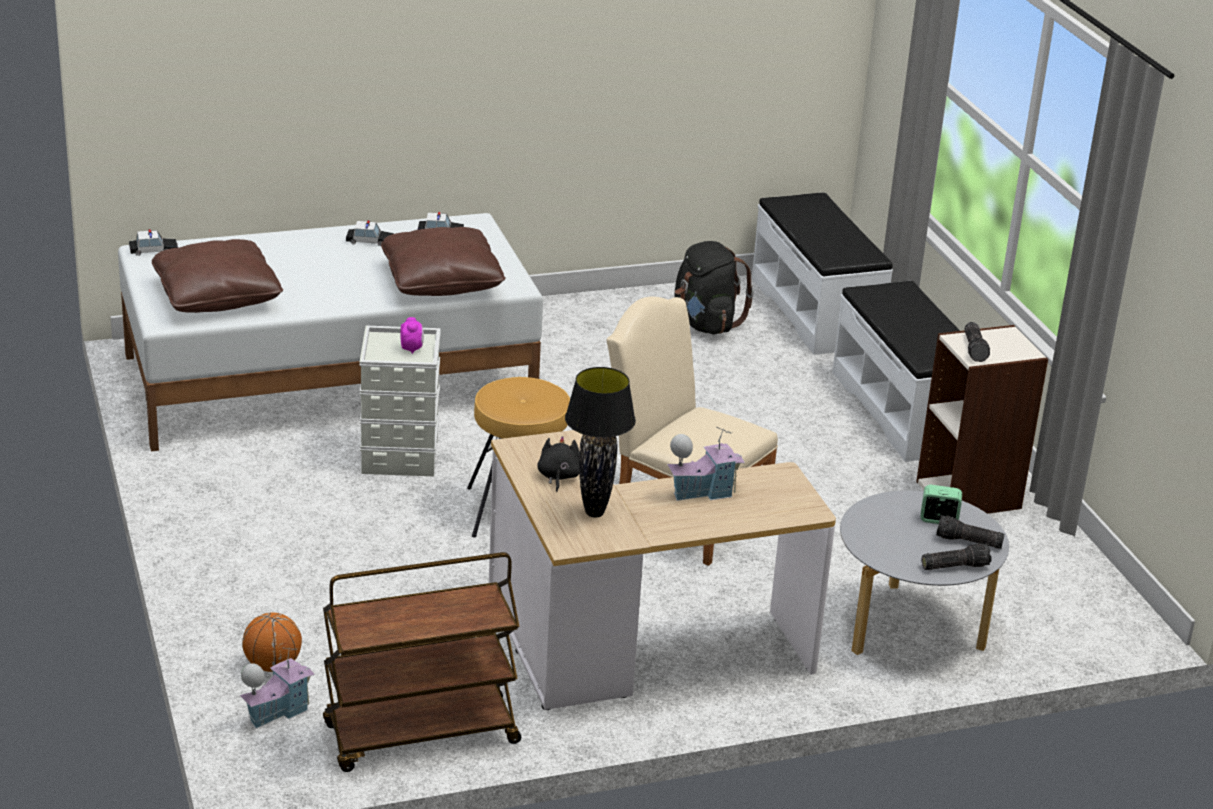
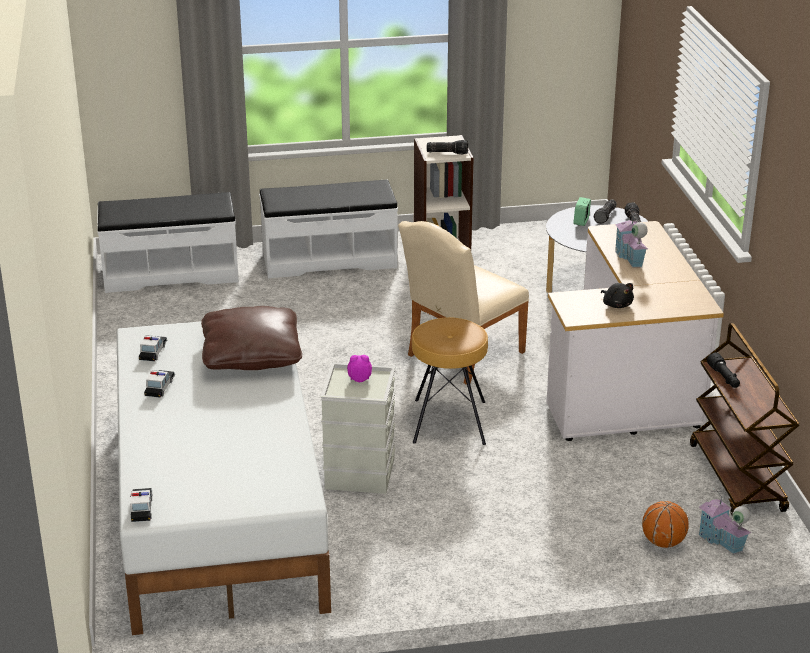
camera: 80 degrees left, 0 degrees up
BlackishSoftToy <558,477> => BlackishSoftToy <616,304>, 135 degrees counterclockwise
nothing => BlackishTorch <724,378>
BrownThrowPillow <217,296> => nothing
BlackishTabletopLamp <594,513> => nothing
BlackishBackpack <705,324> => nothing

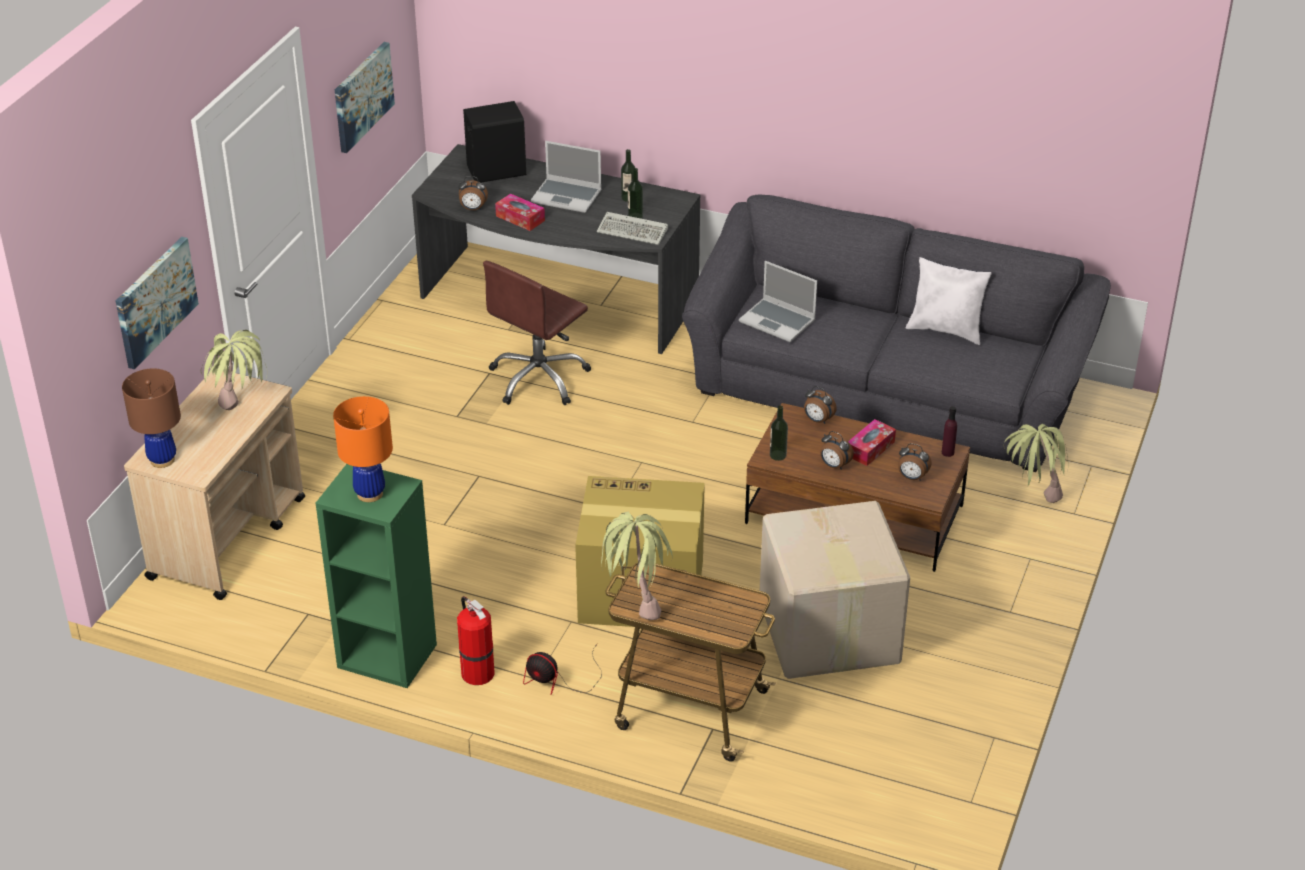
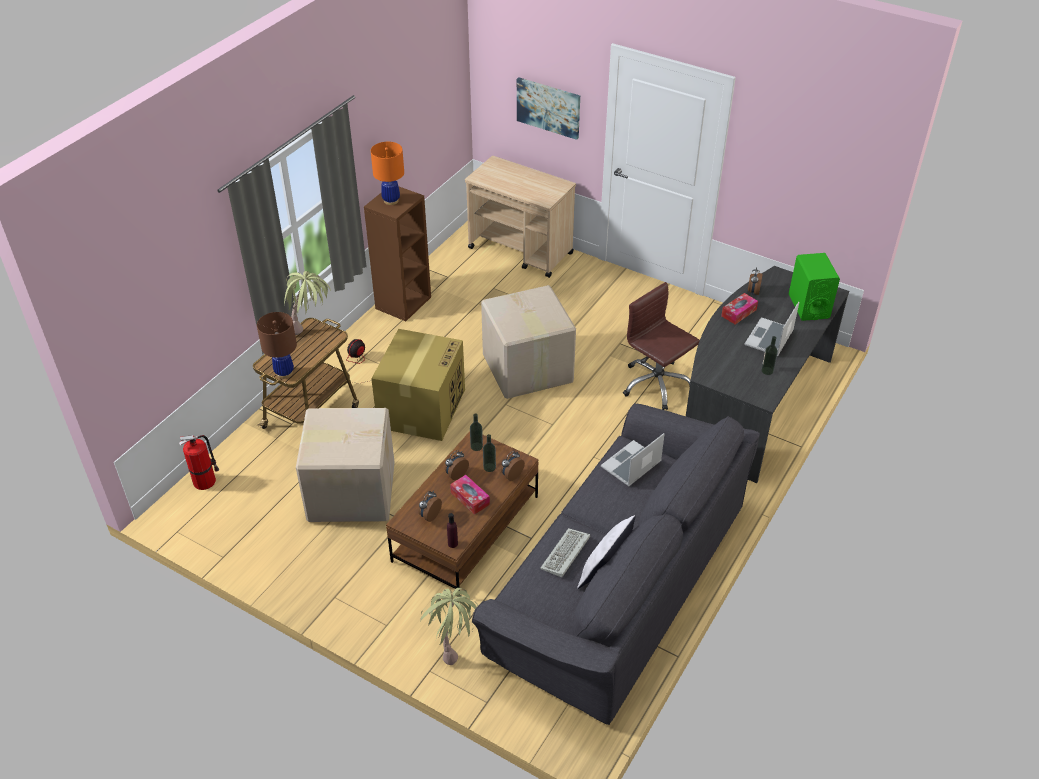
camera: 100 degrees right, 5 degrees up
FireFightingCylinder <476,672> => FireFightingCylinder <205,481>, move
BrownTabletopLamp <162,460> => BrownTabletopLamp <284,373>, move
GreenColouredShelvingUnit <385,656> => BrownShelvingUnit <403,302>
nothing => Carton <527,369>
DrinkBottle <635,216> => DrinkBottle <489,467>, move
Keyboard <634,231> => Keyboard <565,555>, move
BlackishAudioSpeaker <496,170> => GreenColouredAudioSpeaker <808,306>
PlantInAPot <242,416> => nothing
Picture <362,96> => nothing

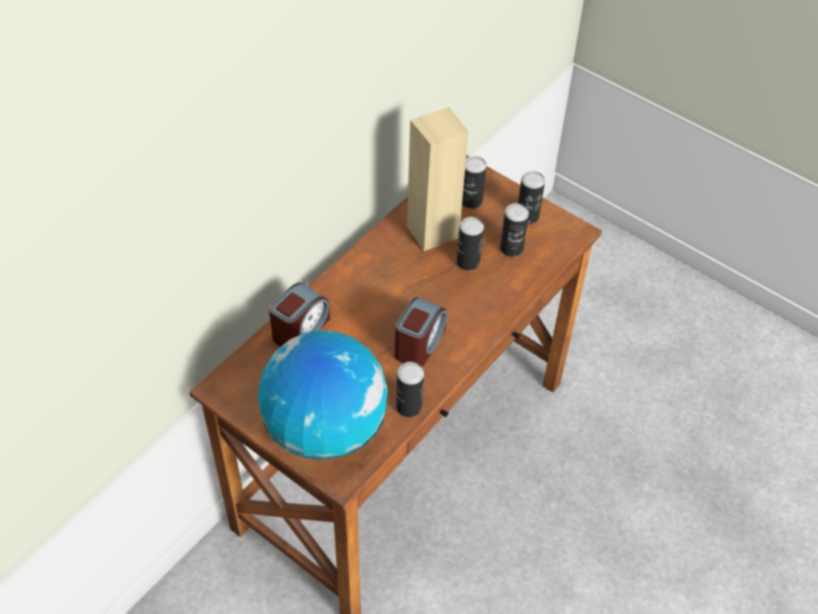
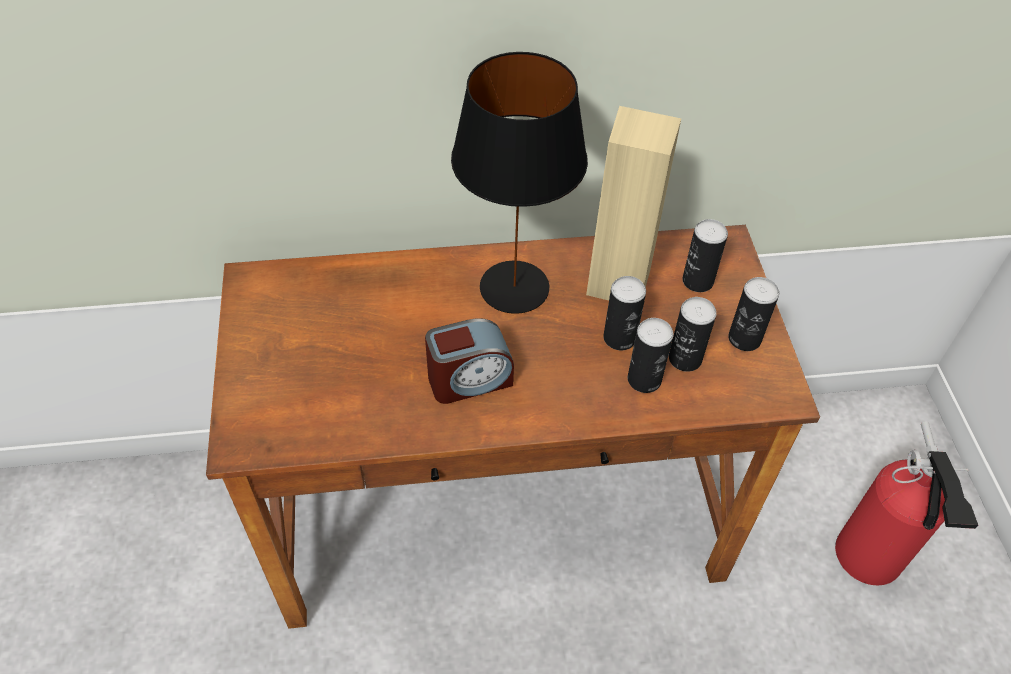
camera: 45 degrees right, 0 degrees up
nothing => BlackishTabletopLamp <514,286>
MetalCan <409,406> => MetalCan <644,379>, move
nothing => FireFightingCylinder <870,561>
DeskGlobe <325,428> => nothing
AlarmClock <300,329> => nothing

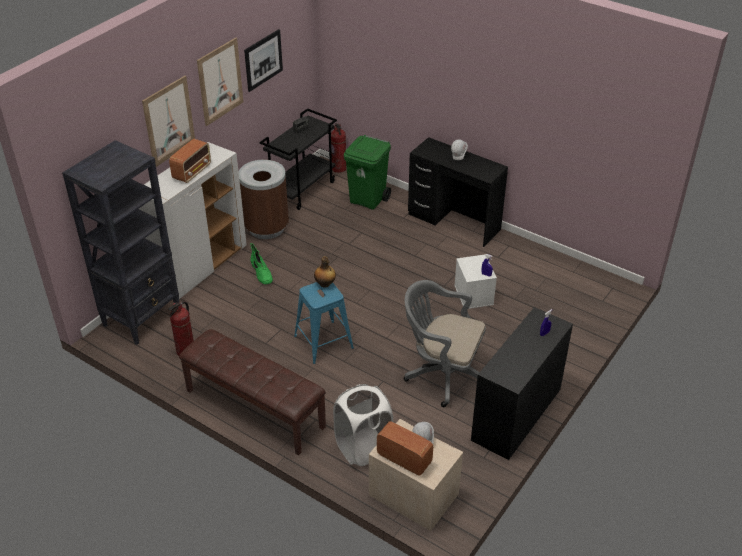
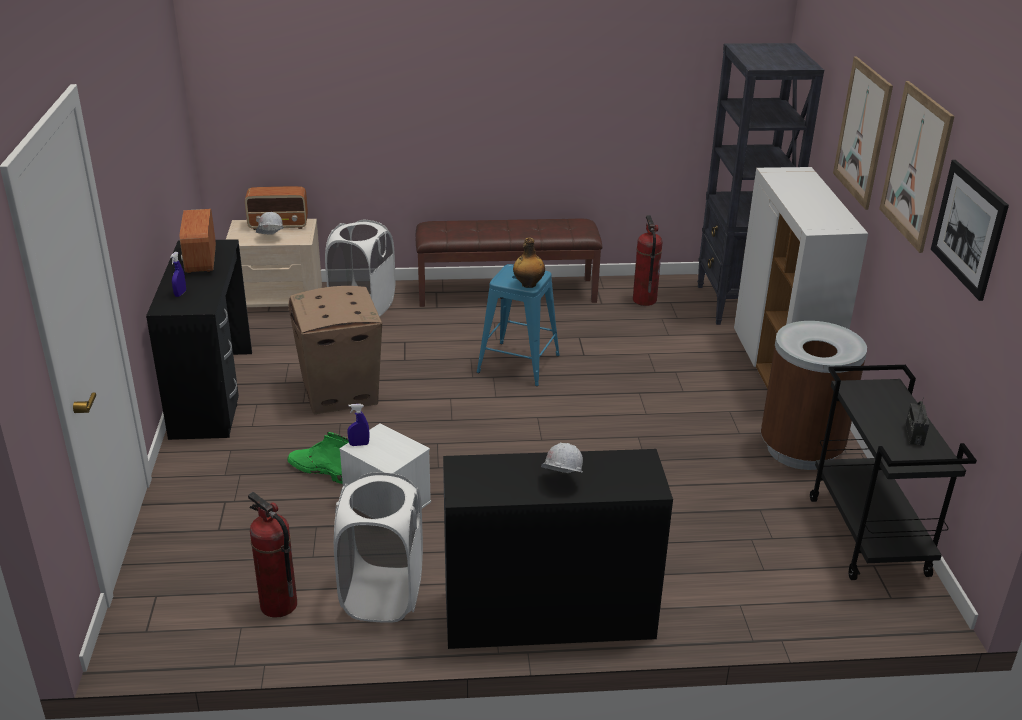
camera: 140 degrees right, 10 degrees down
Radio <192,172> => Radio <200,261>, move
FireFightingCylinder <339,168> => FireFightingCylinder <278,605>, move
GreenColouredTallBoot <262,273> => GreenColouredTallBoot <321,470>, move
GrayOfficeChair <442,374> => Carton <340,393>
nothing => WhiteWashingBasket <382,594>
GreenColouredRubbishBin <368,200> => nothing

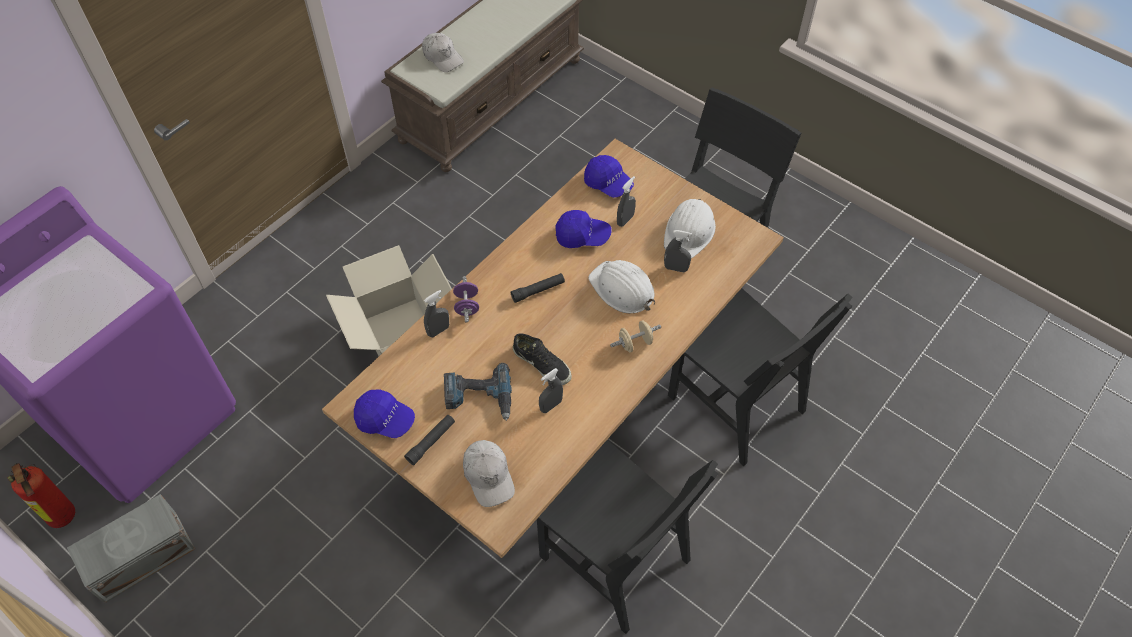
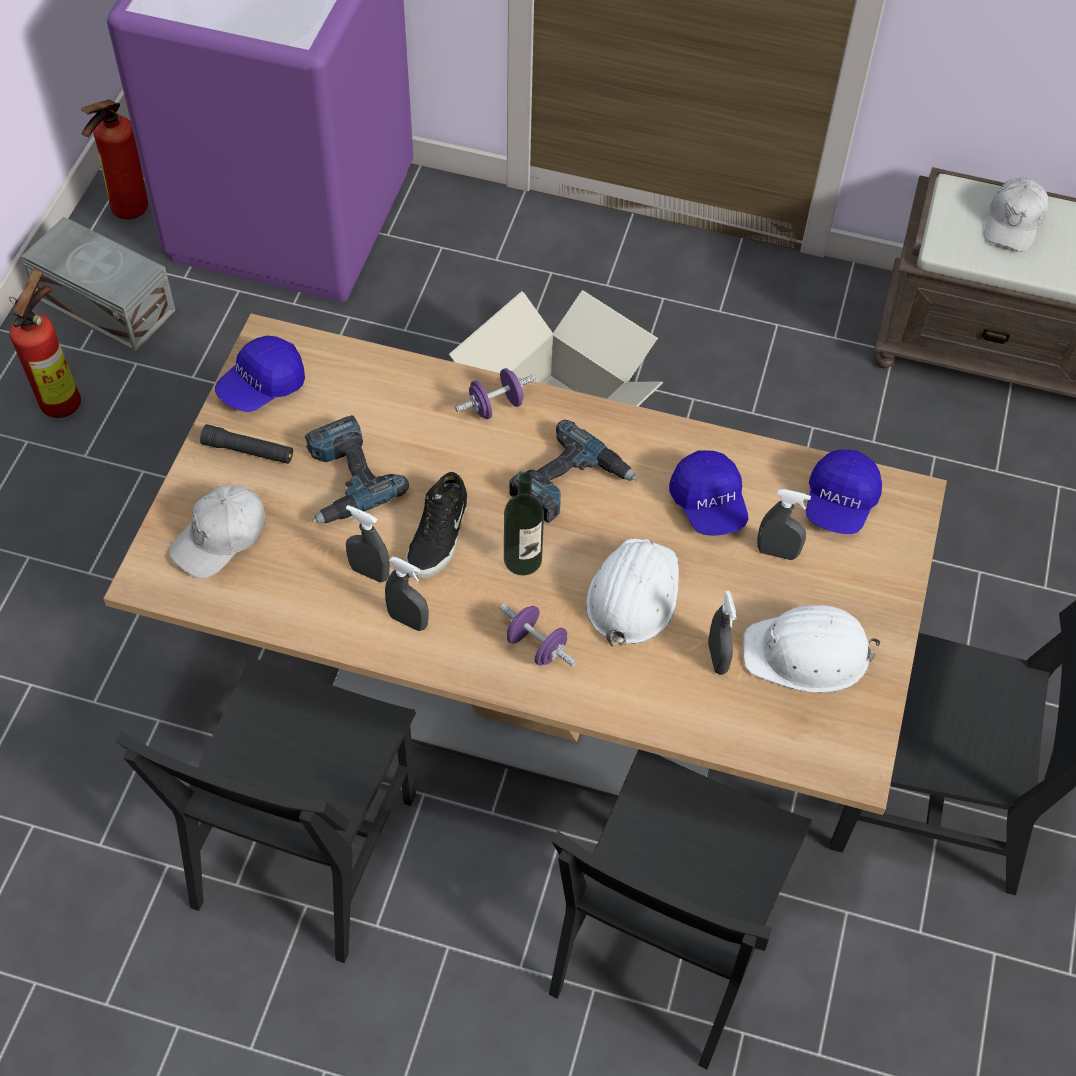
camera: 65 degrees right, 0 degrees up
nothing => FireFightingCylinder <65,400>
BluishBaseballCap <385,419> => BluishBaseballCap <262,386>, 45 degrees clockwise
GraySprayBottle <438,330> => GraySprayBottle <408,620>, move
BeigeHandWeight <635,343> => PurpleHandWeight <536,646>
nothing => DrinkBottle <522,560>
BlackishTorch <538,290> => Drill <570,483>

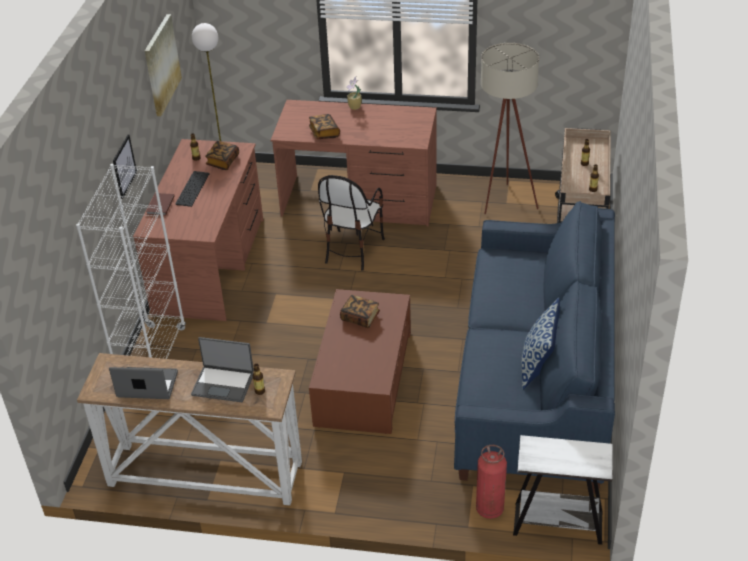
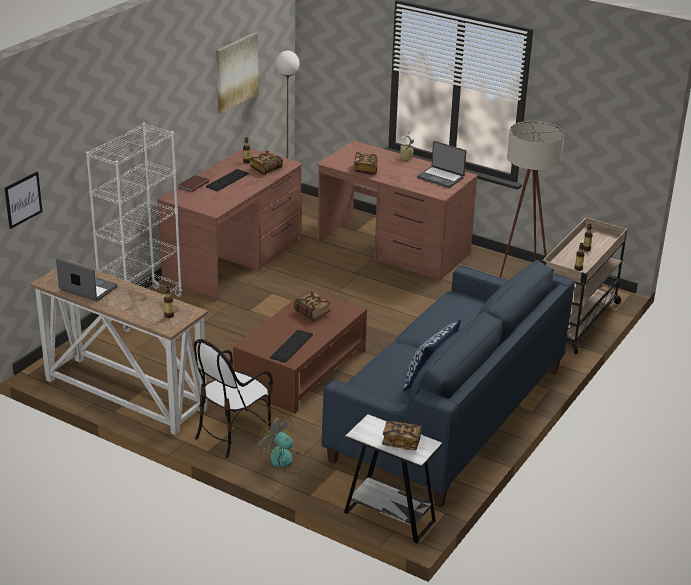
camera: 20 degrees right, 10 degrees down
Picture <124,166> => Picture <23,199>, move
PlainChair <352,249> => PlainChair <233,434>, move
nothing => Fan <286,461>
nothing => Keyboard <292,346>
nothing => BoundBook <401,442>
Laptop <223,384> => Laptop <441,177>, move
FireFightingCylinder <489,509> => nothing

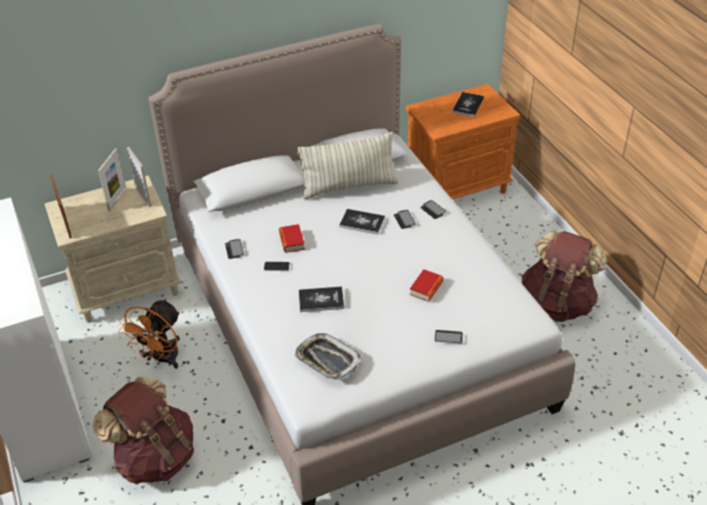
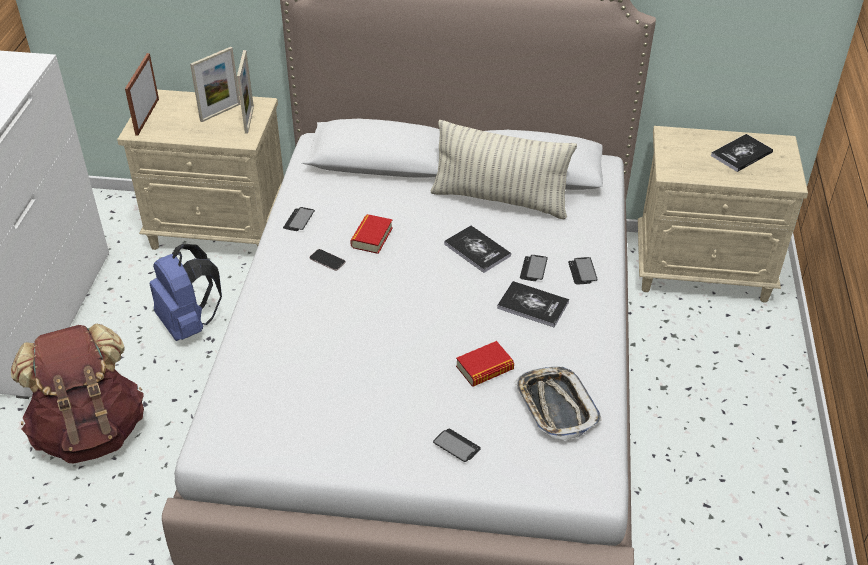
camera: 30 degrees right, 0 degrees up
OrangeColouredFan <162,359> => BluishBackpack <189,324>
BoundBook <321,300> => BoundBook <533,305>, move
Tray <327,360> => Tray <555,406>, move
OrangeColouredNightTable <457,188> => BeigeNightTable <703,270>
BrownBackpack <557,303> => nothing

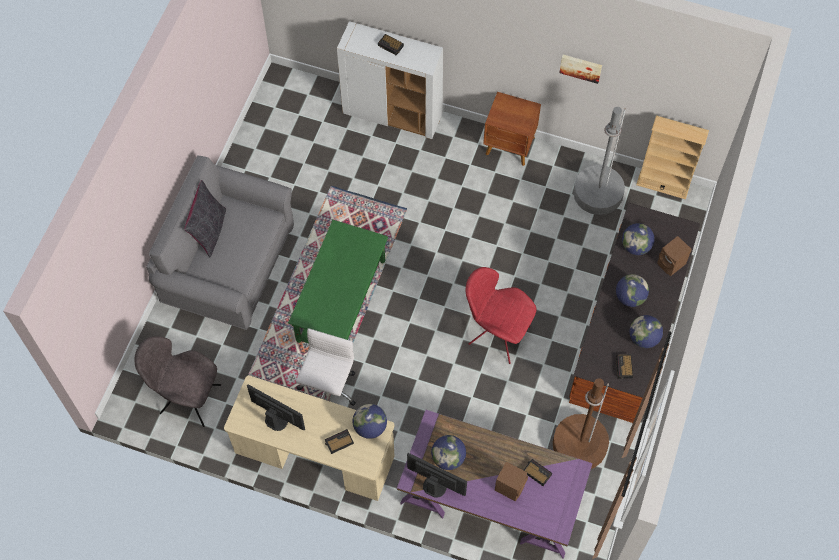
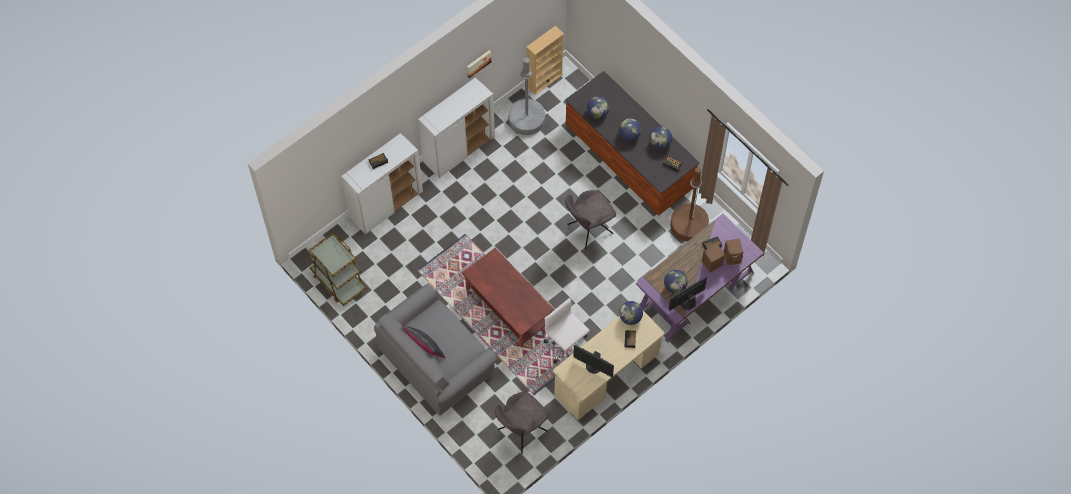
camera: 60 degrees left, 0 degrees up
nothing => BrownWheeledCart <338,281>
BrownNightTable <510,146> => WhiteStorageCabinet <459,149>
GreenColouredLoungeTable <341,300> => BrownLoungeTable <508,306>
RedColouredPlainChair <497,334> => GrayPlainChair <588,230>
ComputerScreen <277,419> => ComputerScreen <593,366>, 120 degrees counterclockwise
BrownAudioSpeaker <671,264> => BrownAudioSpeaker <733,257>, move

